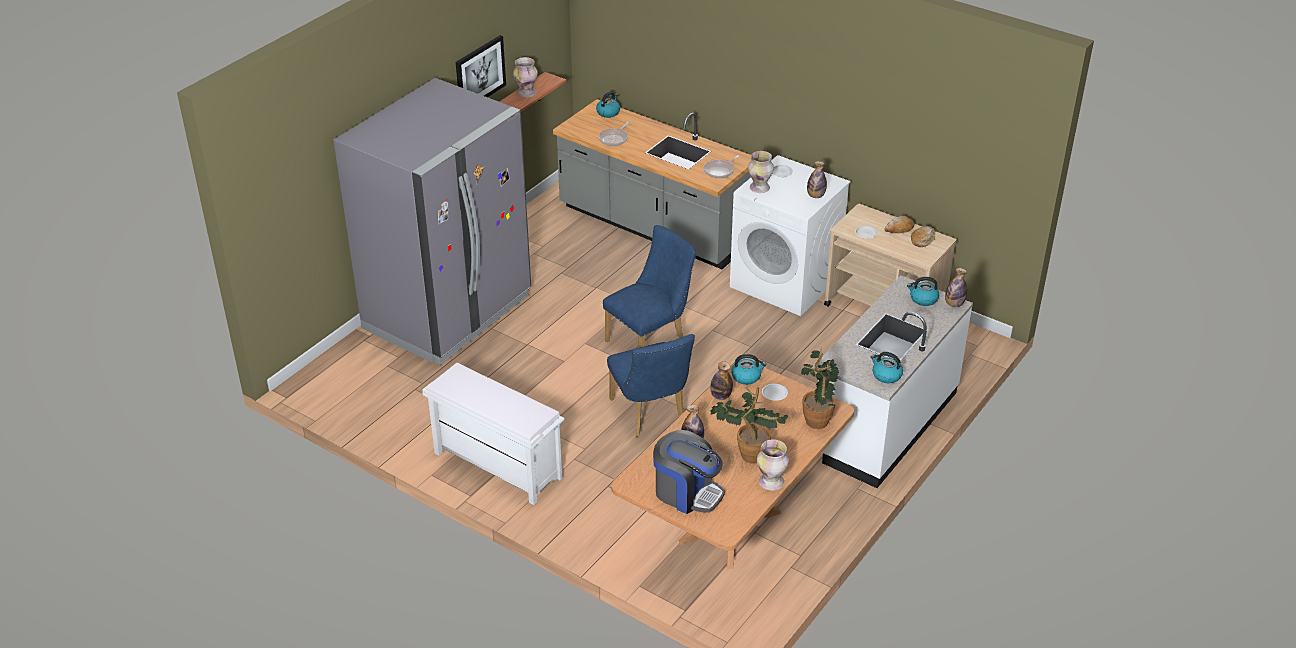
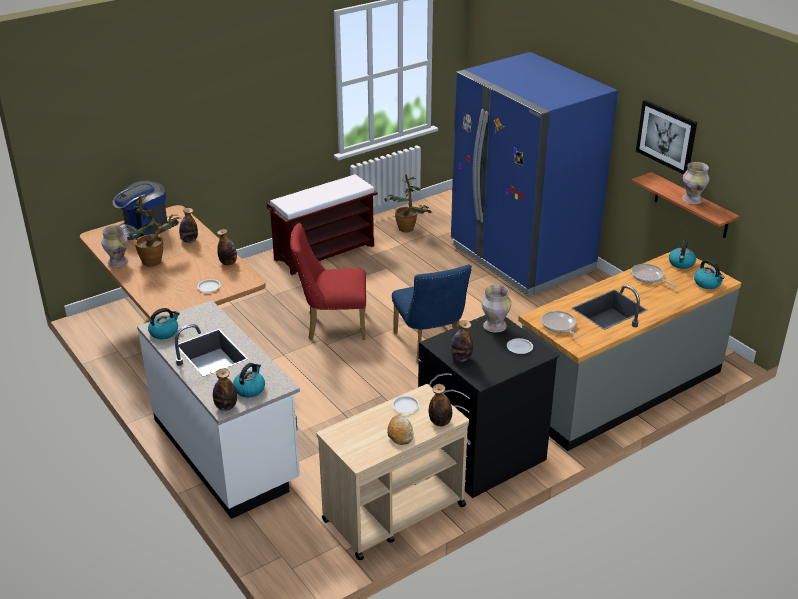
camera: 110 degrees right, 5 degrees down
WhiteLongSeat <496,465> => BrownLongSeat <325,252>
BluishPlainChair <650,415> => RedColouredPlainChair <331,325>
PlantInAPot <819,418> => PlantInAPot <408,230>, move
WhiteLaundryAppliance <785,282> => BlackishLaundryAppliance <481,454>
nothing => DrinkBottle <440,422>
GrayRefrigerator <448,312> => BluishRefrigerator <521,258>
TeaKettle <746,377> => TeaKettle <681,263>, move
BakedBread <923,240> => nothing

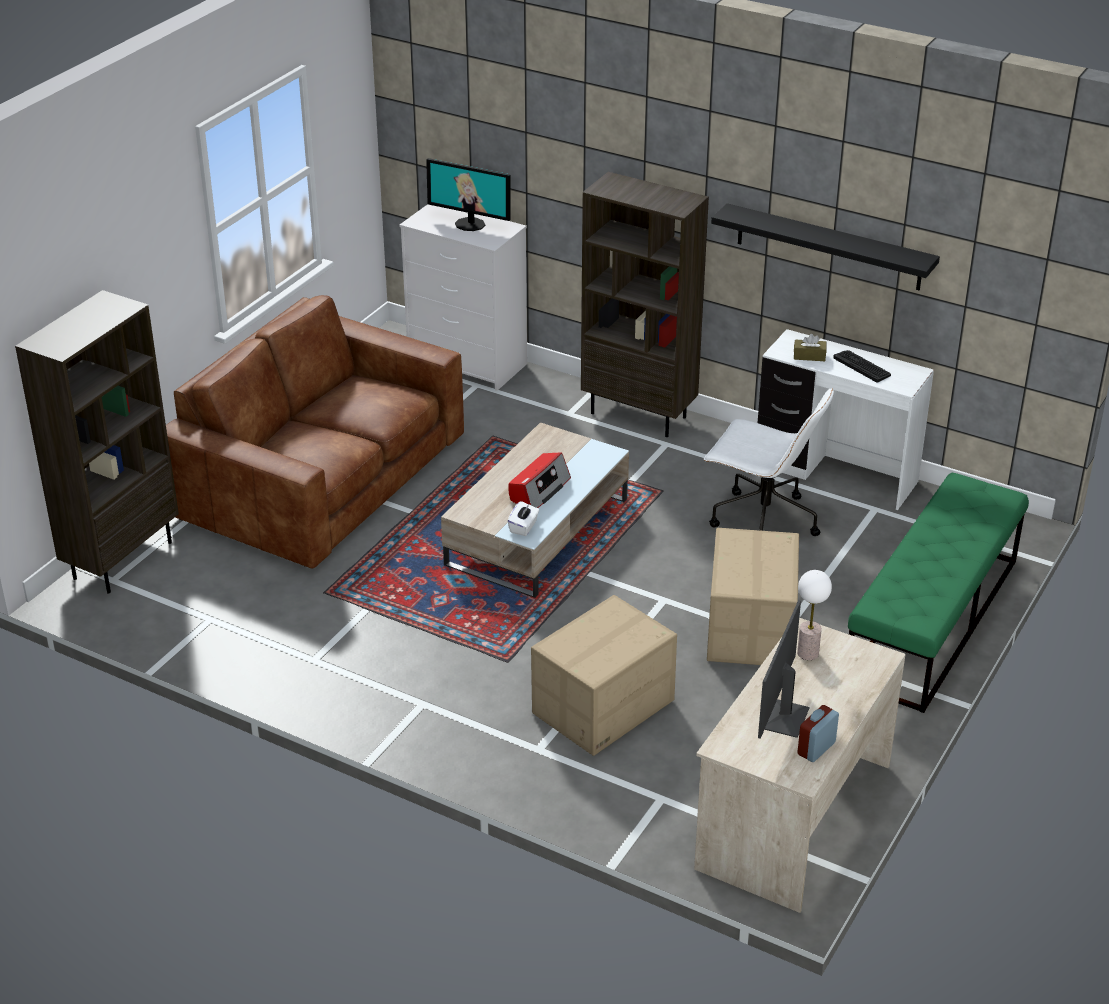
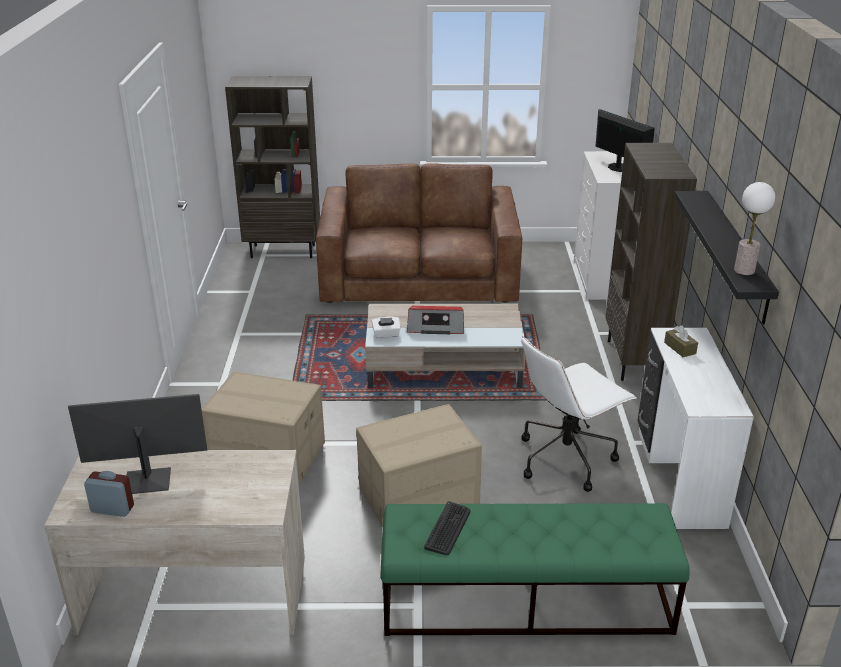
camera: 60 degrees right, 5 degrees down
Keyboard <862,366> => Keyboard <448,529>, move
WhiteOfficeChair <762,521> => WhiteOfficeChair <566,458>, 60 degrees clockwise
ComputerScreen <470,224> => ComputerScreen <619,167>, 150 degrees clockwise
TabletopLamp <808,653> => TabletopLamp <744,271>, move

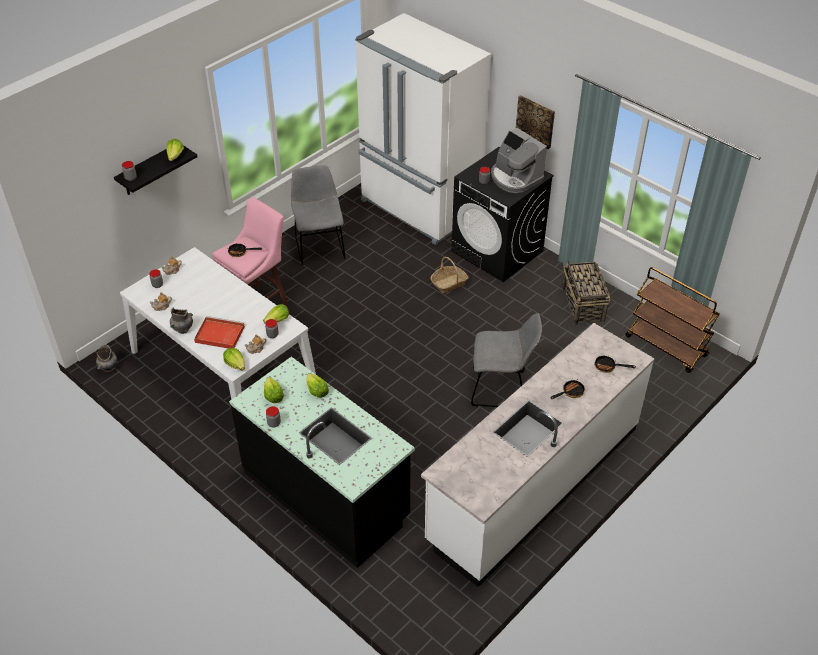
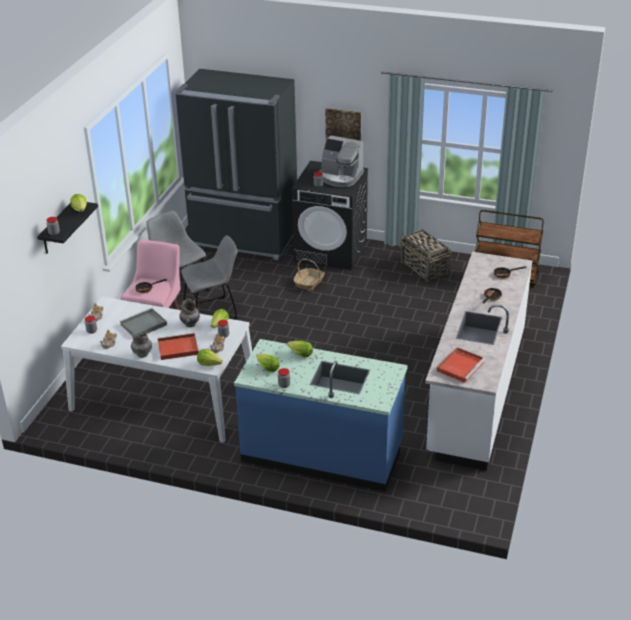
camera: 25 degrees left, 10 degrees down
nothing => GrayTray <143,325>
WhiteRefrigerator <419,208> => BlackishRefrigerator <244,239>
GrayVase <108,368> => GrayVase <190,324>, move
GrayPlainChair <501,389> => GrayPlainChair <213,312>, move
BlackishKitchenBaseUnit <327,494> => BluishKitchenBaseUnit <322,452>
nothing => RedColouredTray <460,366>

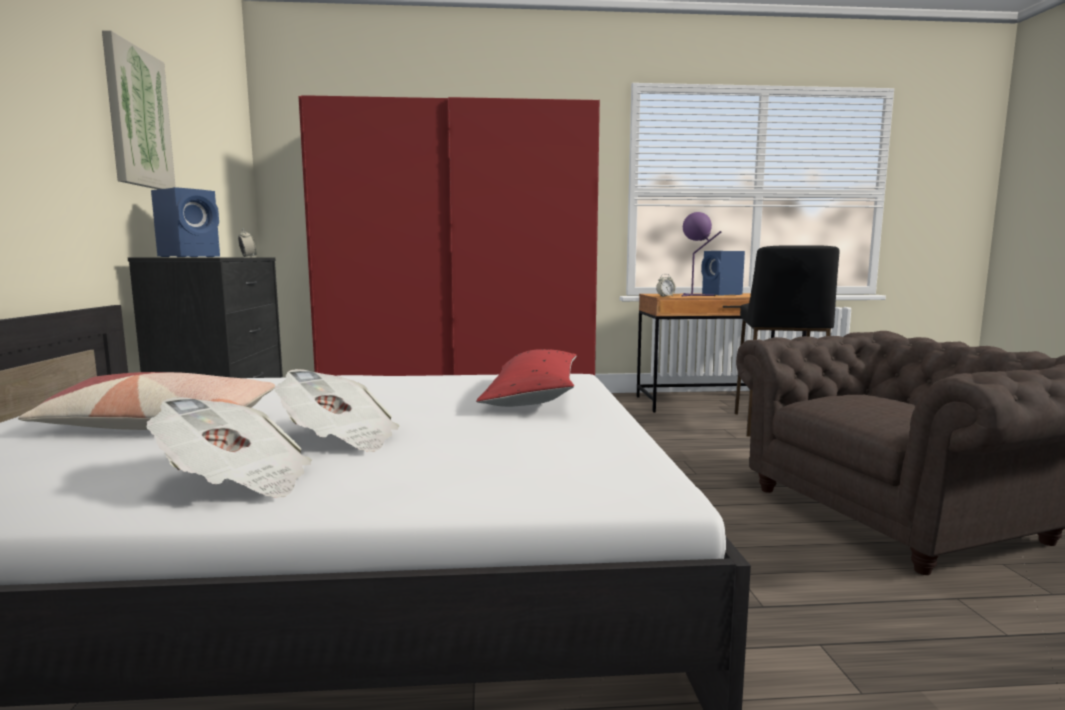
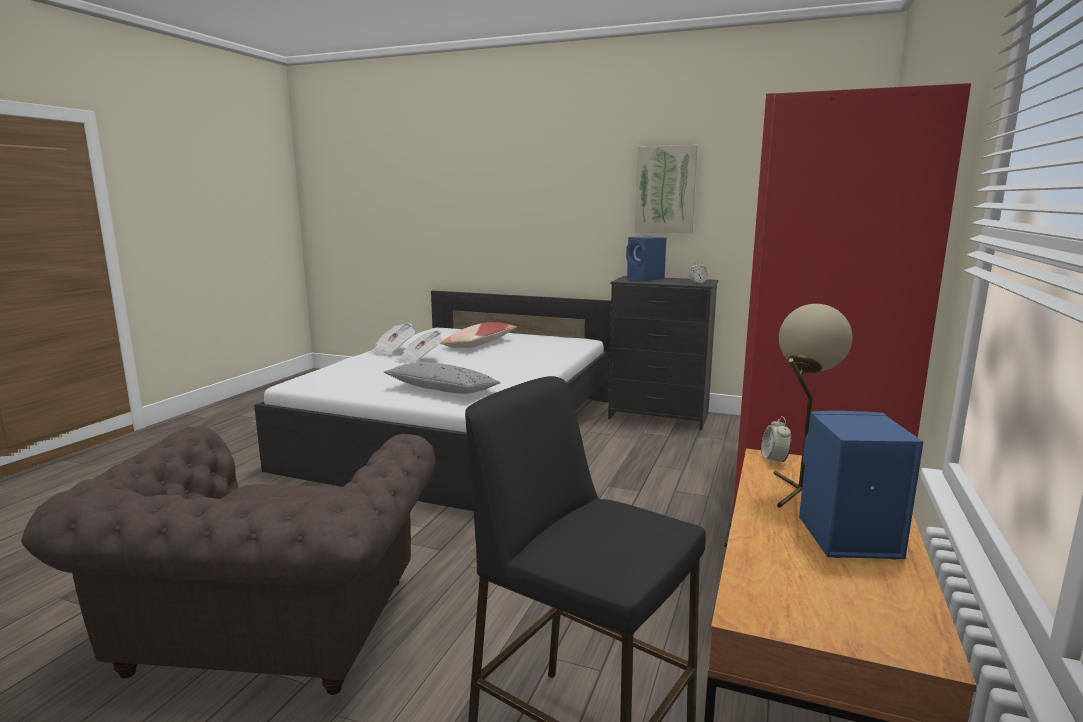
camera: 115 degrees right, 5 degrees up
RedColouredThrowPillow <532,395> => GrayThrowPillow <442,390>
PurpleTabletopLamp <695,295> => BeigeTabletopLamp <797,492>

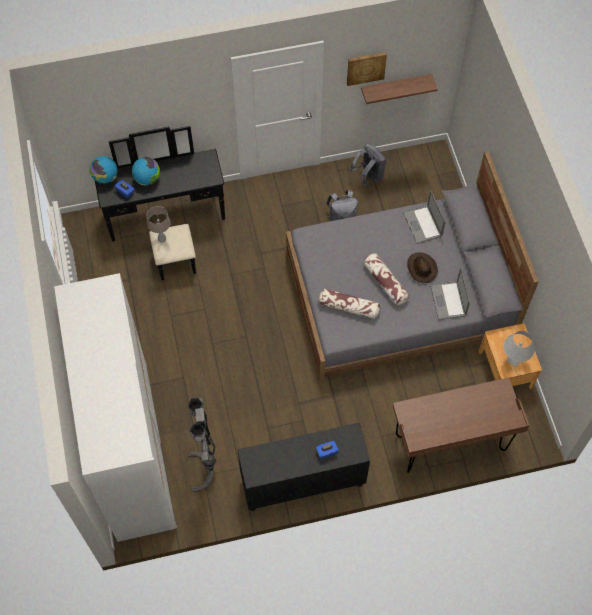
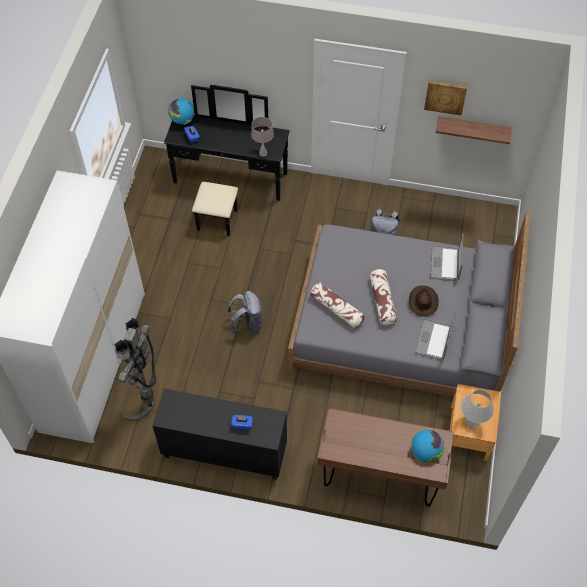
camera: 25 degrees right, 5 degrees down
GrayBackpack <368,177> => GrayBackpack <247,325>, move
BeigeTabletopLamp <161,239> => BeigeTabletopLamp <263,153>, move
DeskGlobe <147,179> => DeskGlobe <425,452>, move

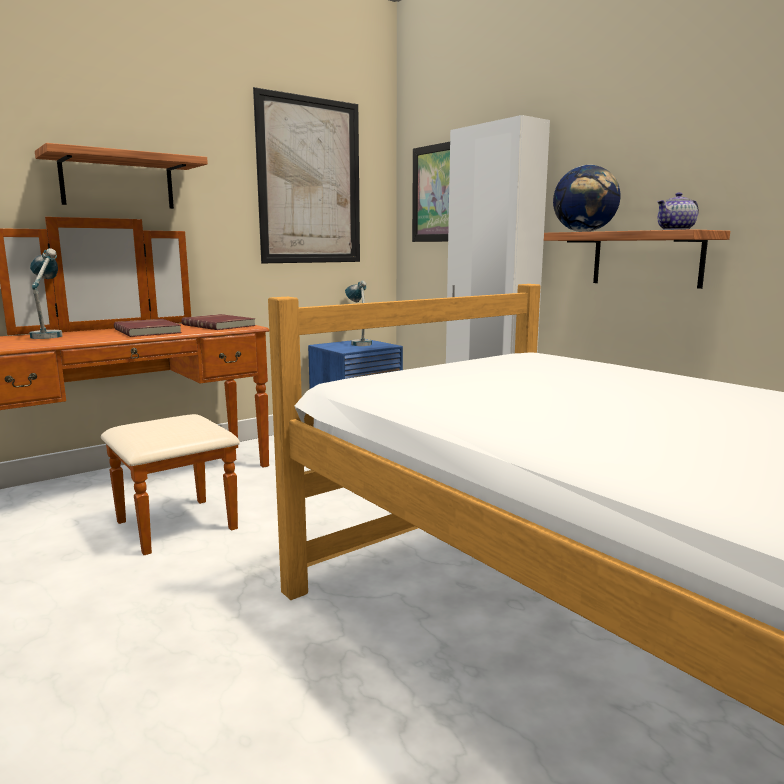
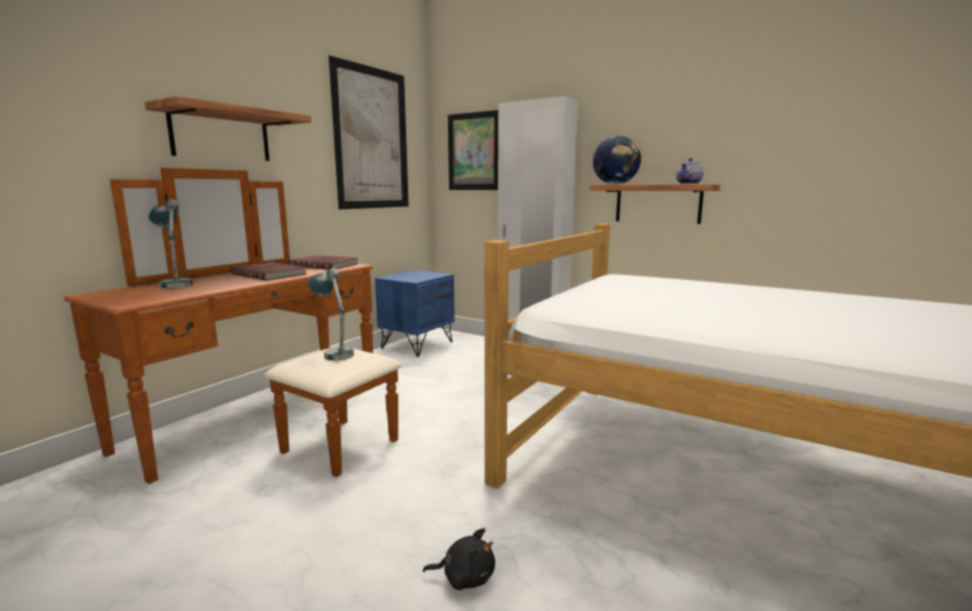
camera: 20 degrees left, 0 degrees up
TabletopLamp <359,343> => TabletopLamp <334,352>, move
nothing => BlackishSoftToy <465,577>

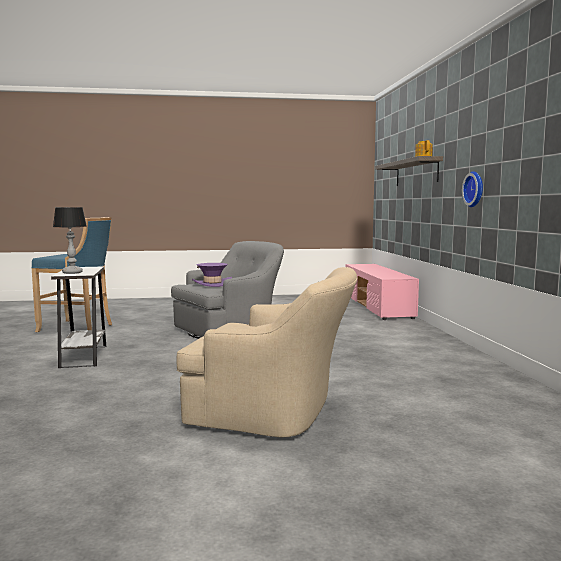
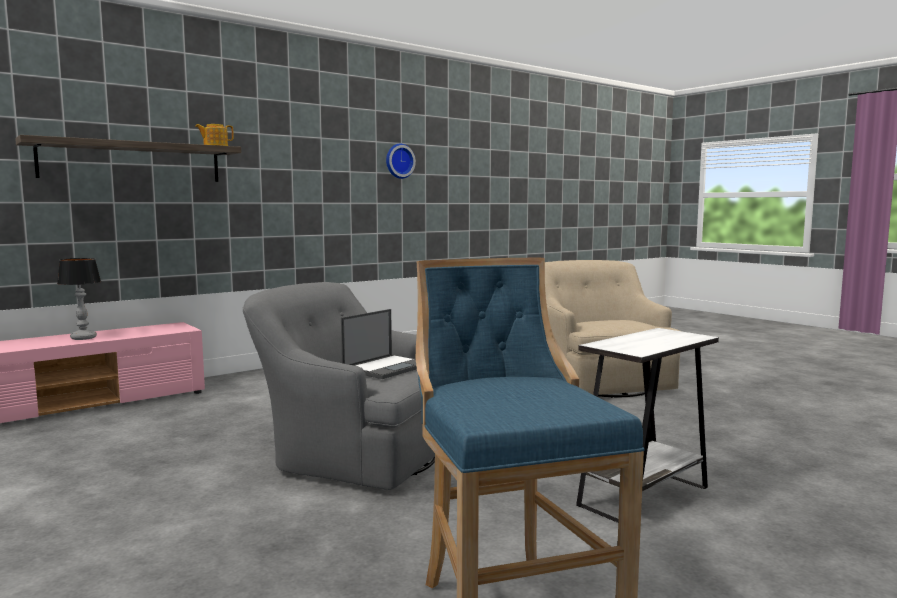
camera: 120 degrees left, 0 degrees up
TabletopLamp <72,272> => TabletopLamp <84,338>, move
PurpleWearableHat <212,284> => Laptop <387,367>
WallClock <475,189> => WallClock <399,161>, move

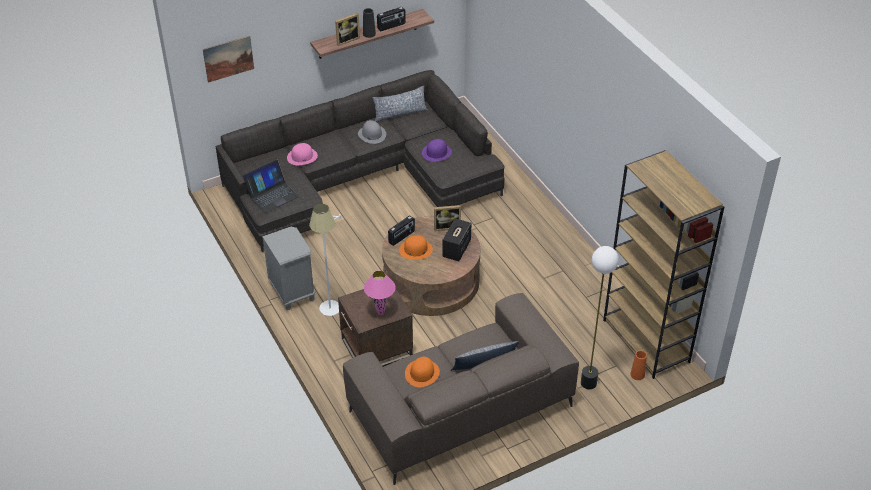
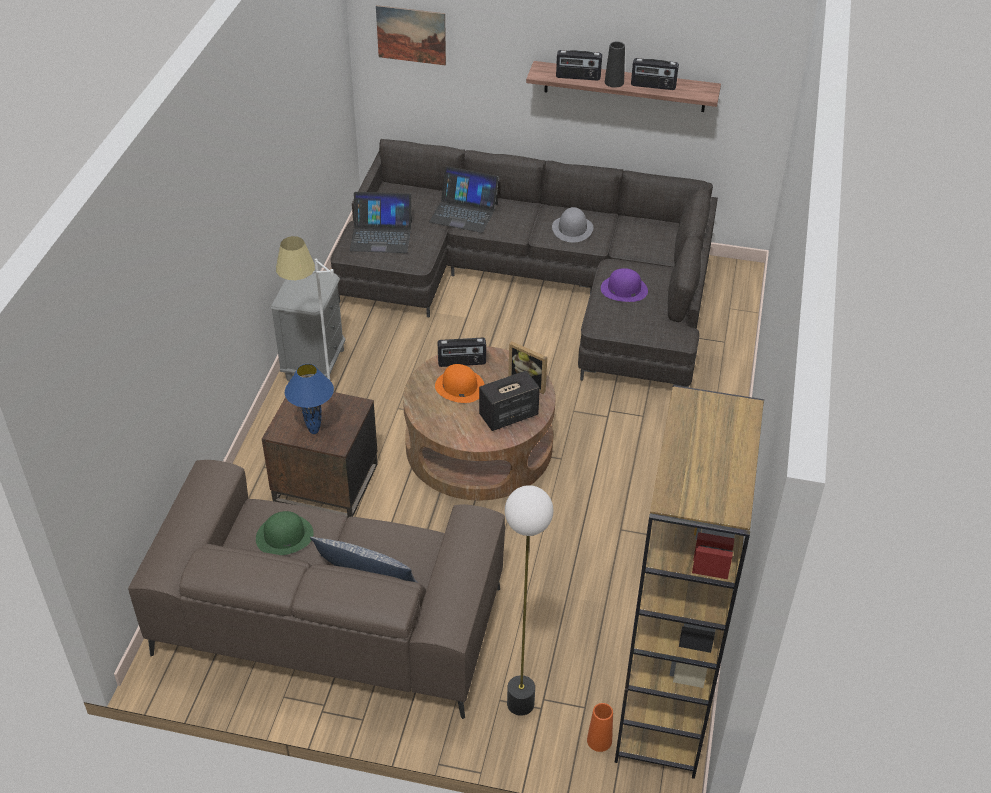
camera: 40 degrees right, 0 degrees up
OrangeColouredWearableHat <422,373> => GreenColouredWearableHat <284,535>
PinkColouredTabletopLamp <380,313> => BluishTabletopLamp <313,431>
PinkColouredWearableHat <302,156> => Laptop <464,212>
PictureFrame <346,40> => Radio <578,77>
ThrowPillow <400,113> => nothing

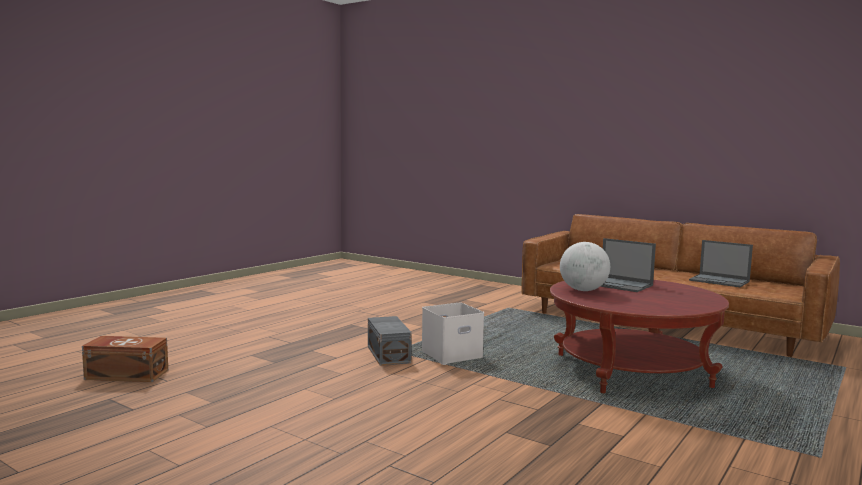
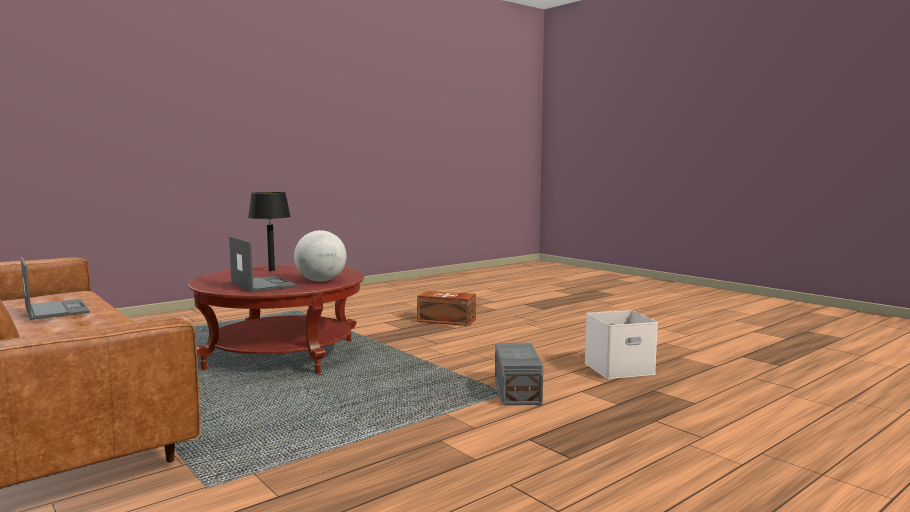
camera: 165 degrees left, 0 degrees up
nothing => BlackishTabletopLamp <271,270>
BrownStorageContainer <126,374> => BrownStorageContainer <447,321>, move
WhiteStorageContainer <452,354> => WhiteStorageContainer <618,369>, move

